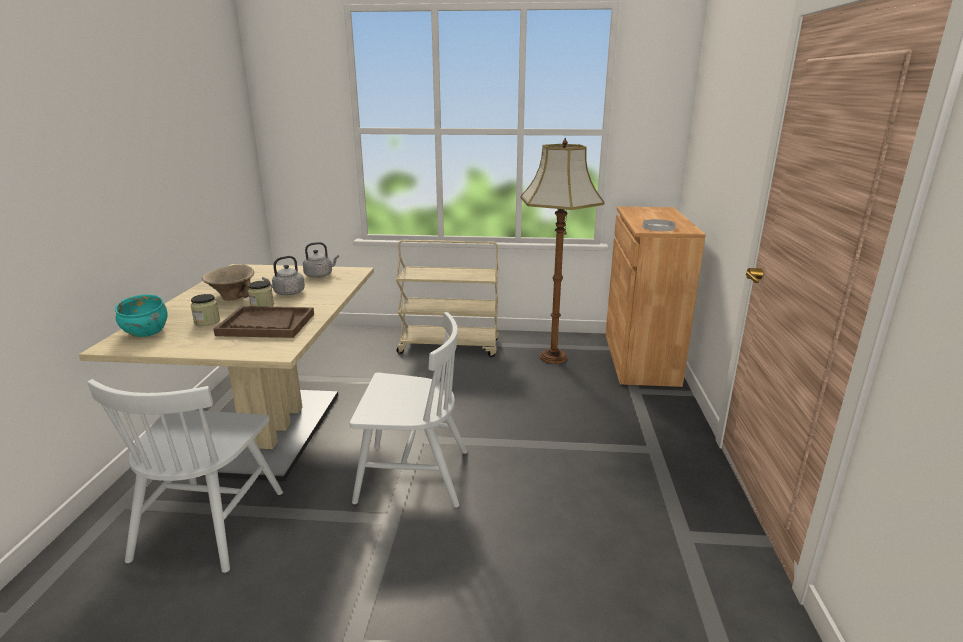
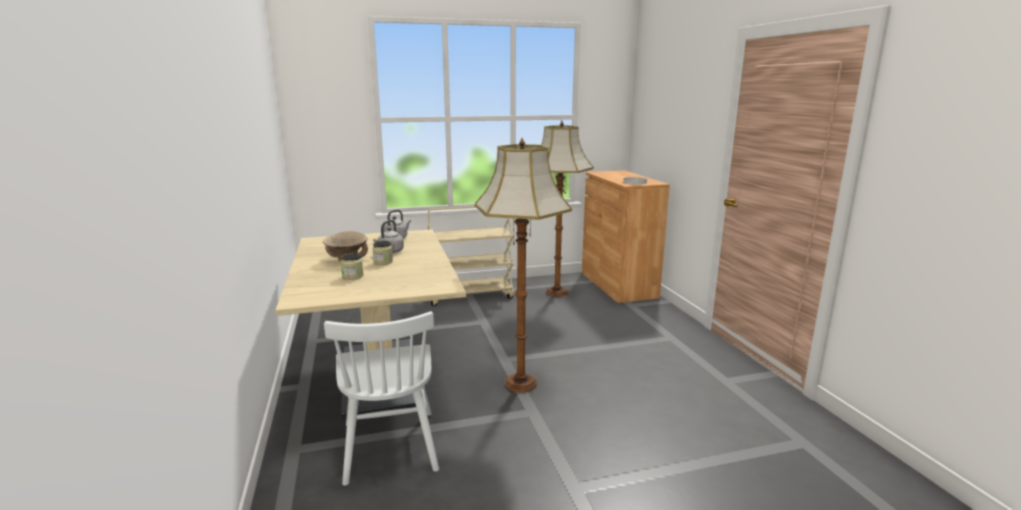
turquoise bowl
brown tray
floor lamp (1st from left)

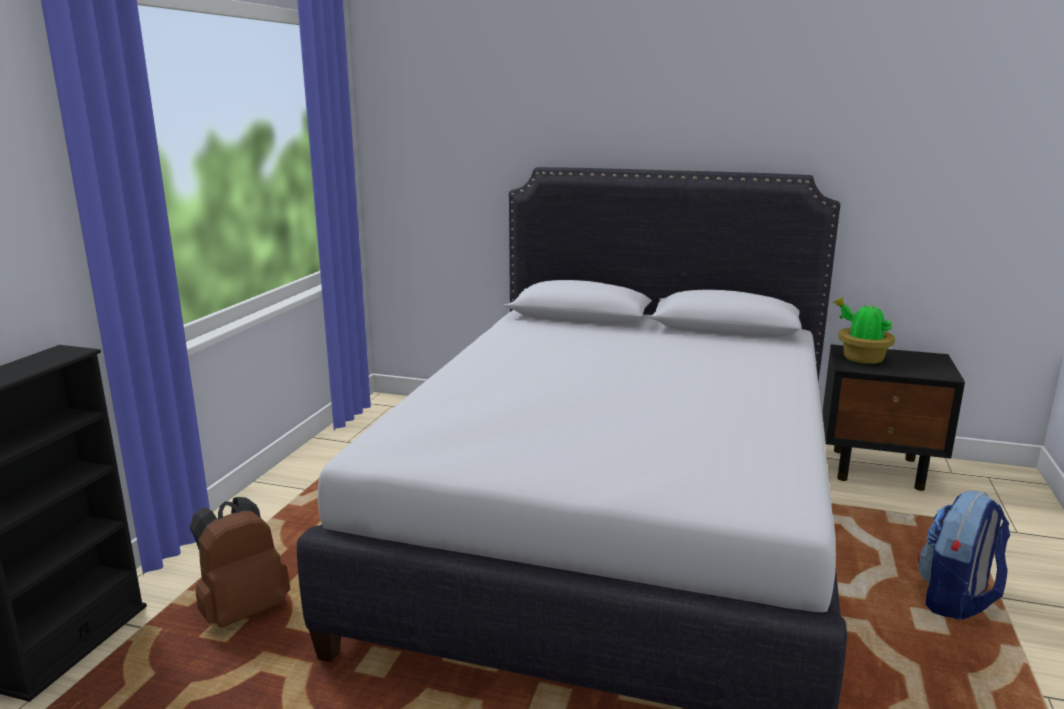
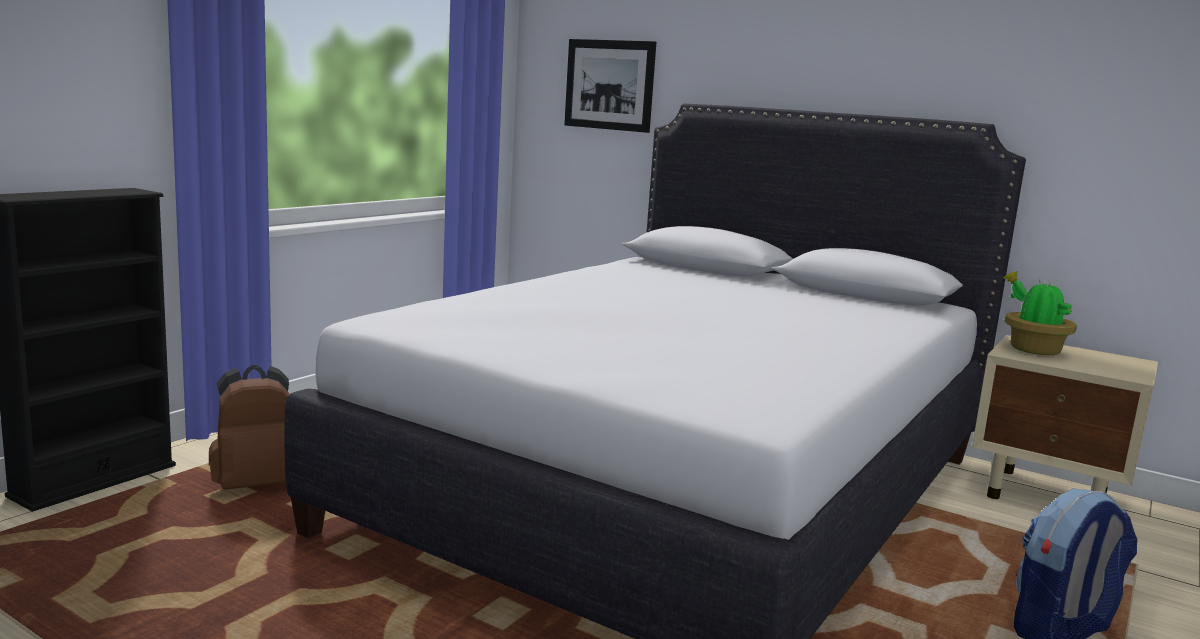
beige nightstand
picture

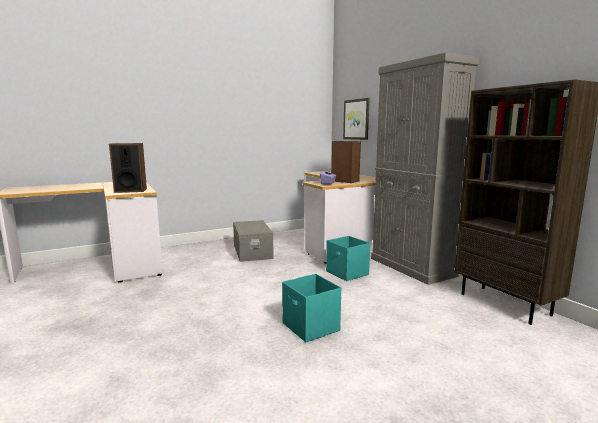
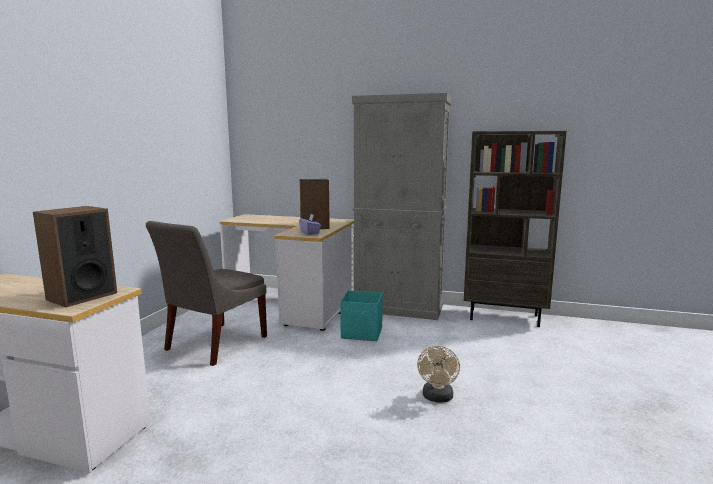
grey chair
beige fan
picture

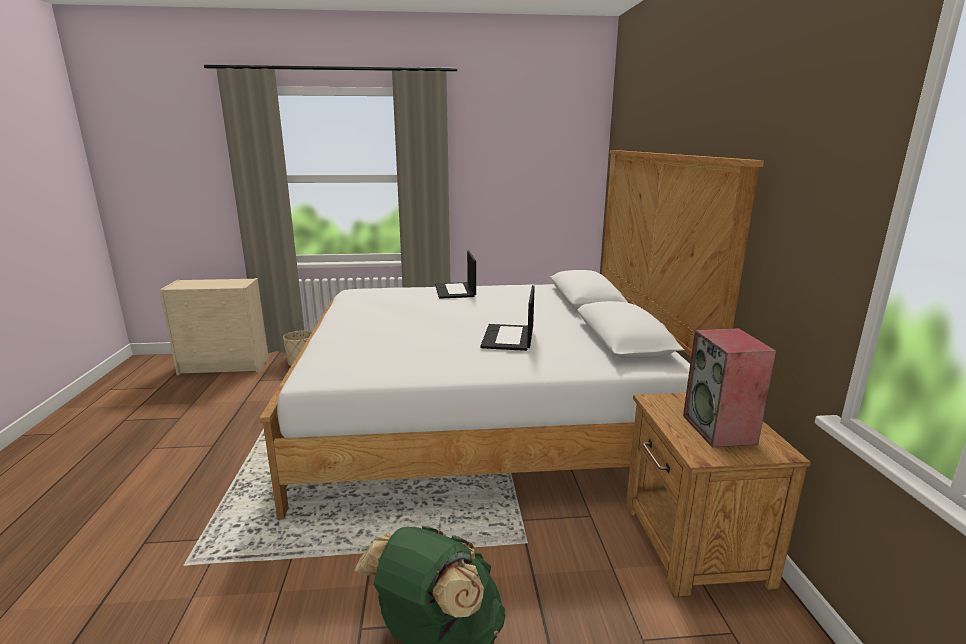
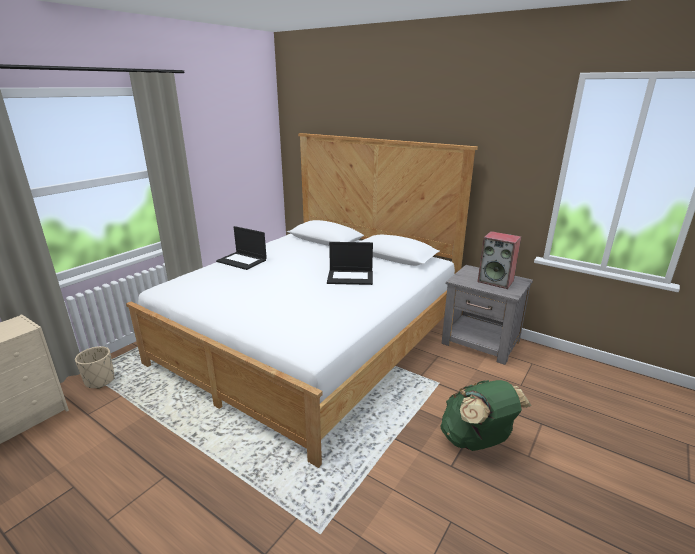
laptop (2nd from left)
grey nightstand

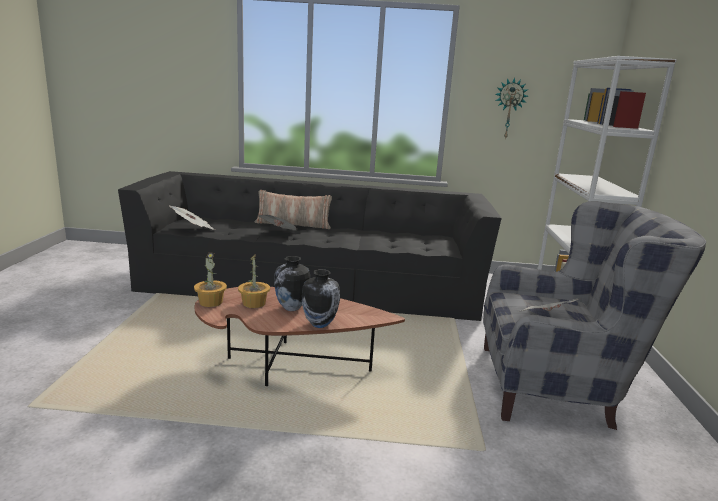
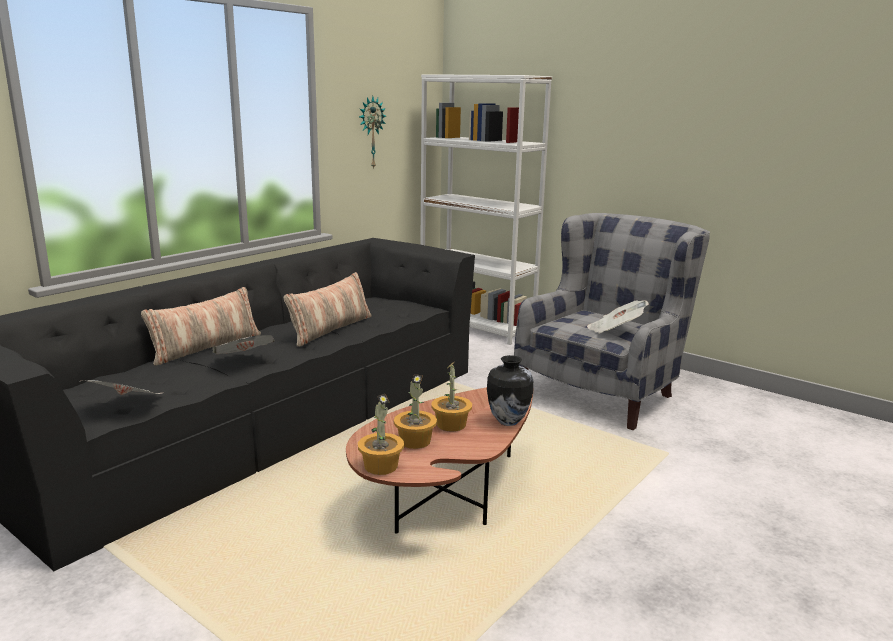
potted plant (3rd from left)
pillow (2nd from left)

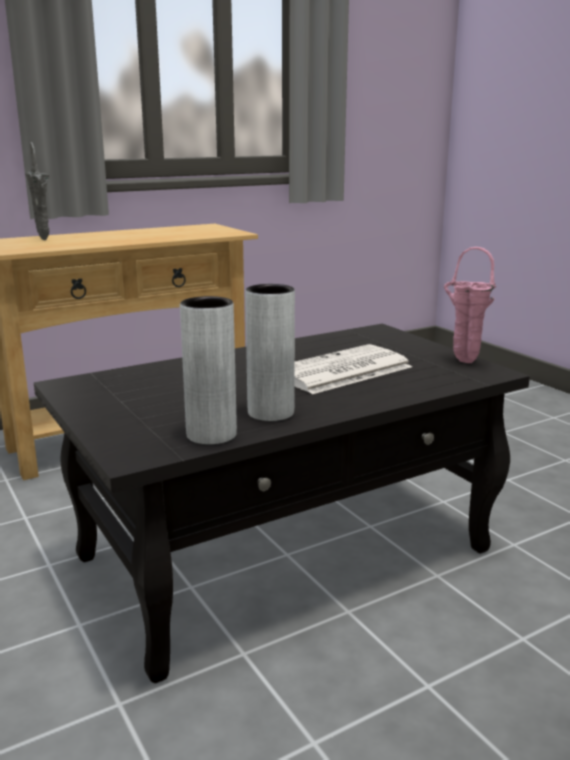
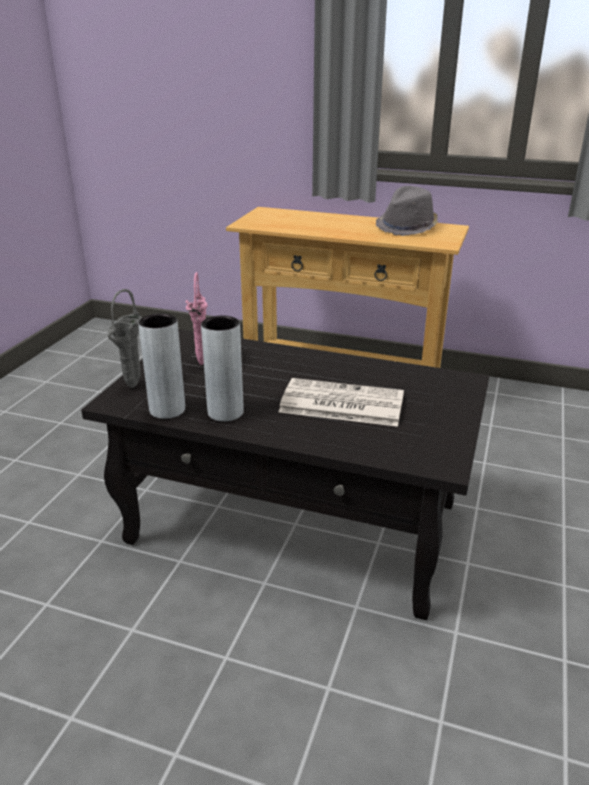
grey vase (1st from left)
pink vase
grey hat

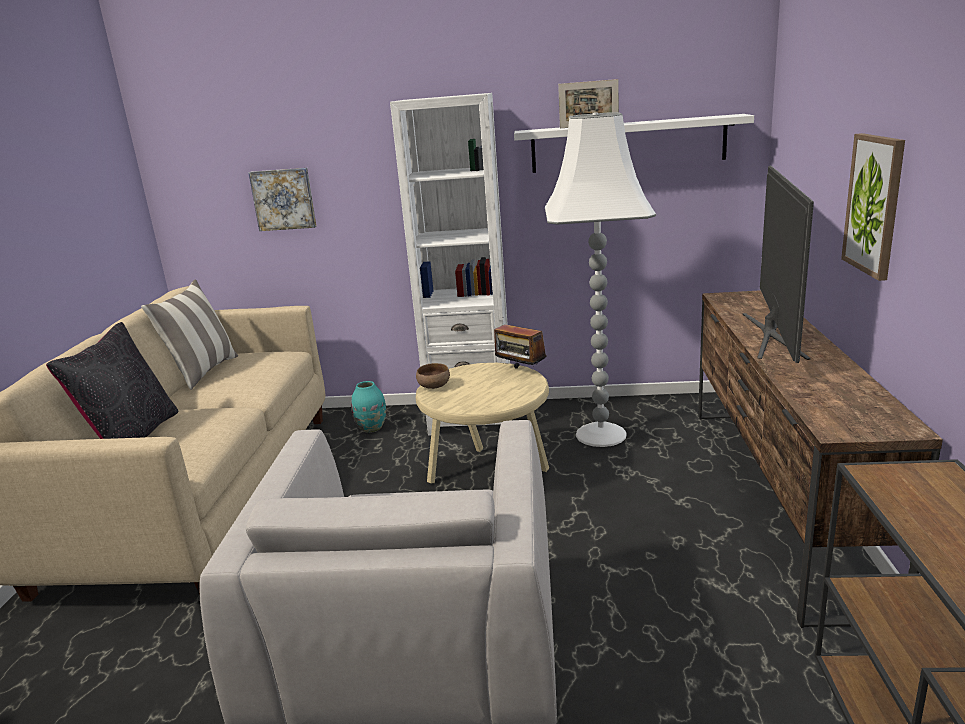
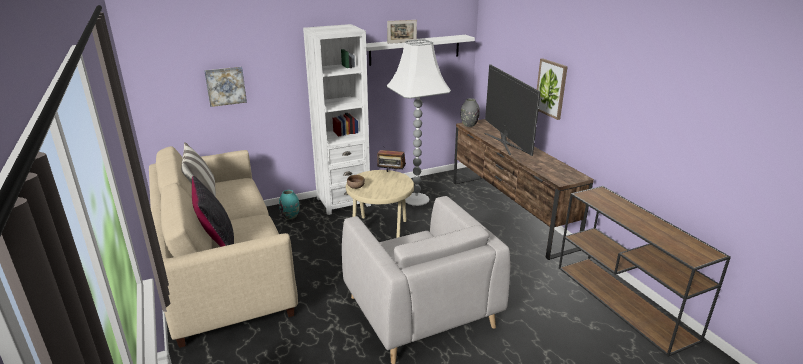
grey vase

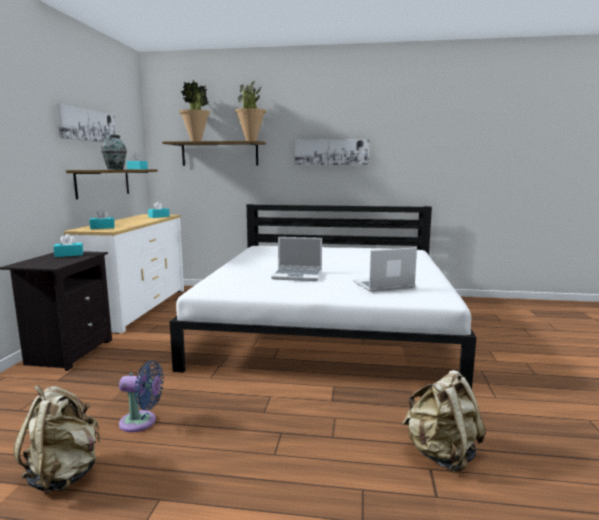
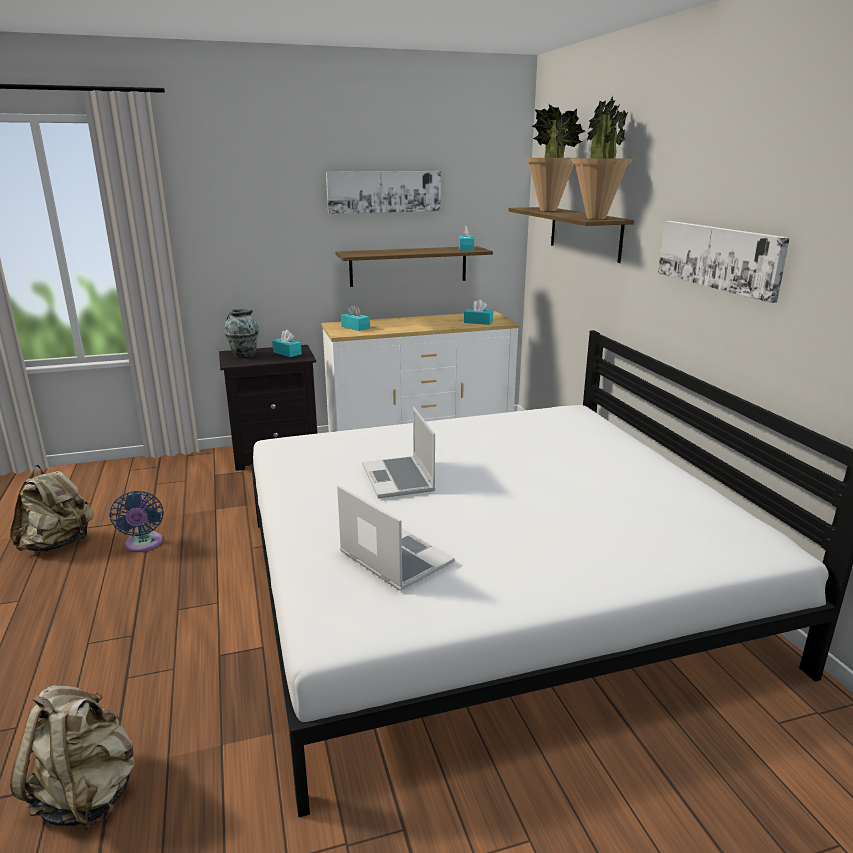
vase

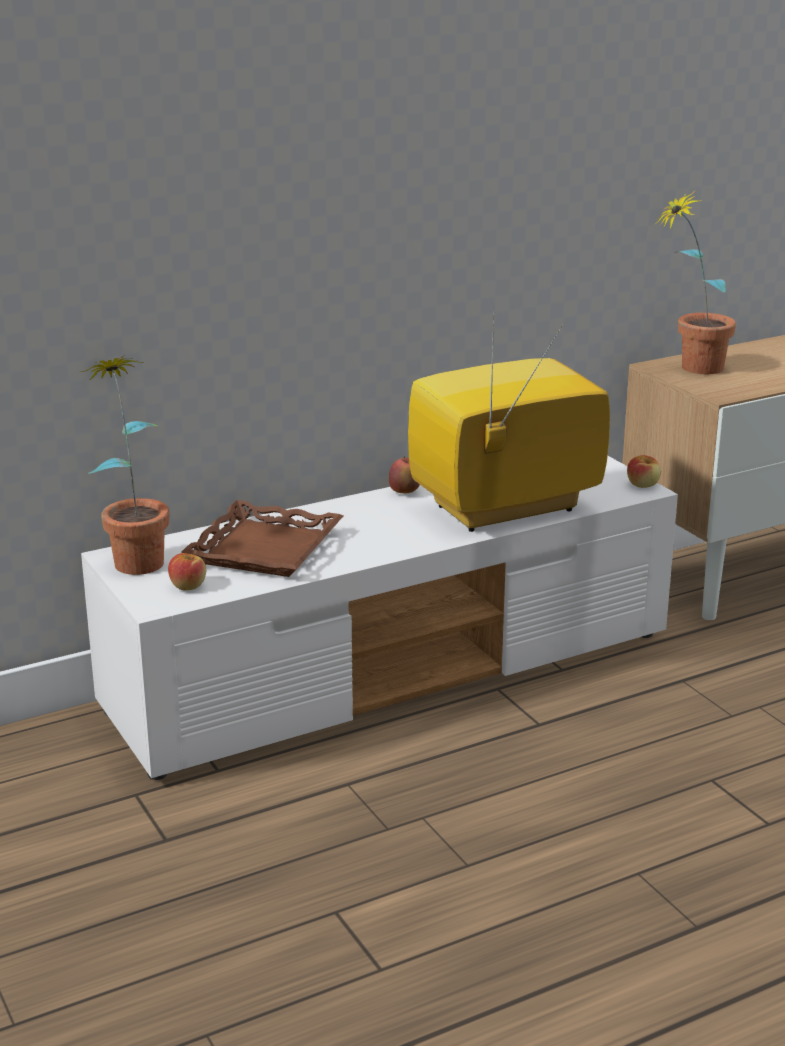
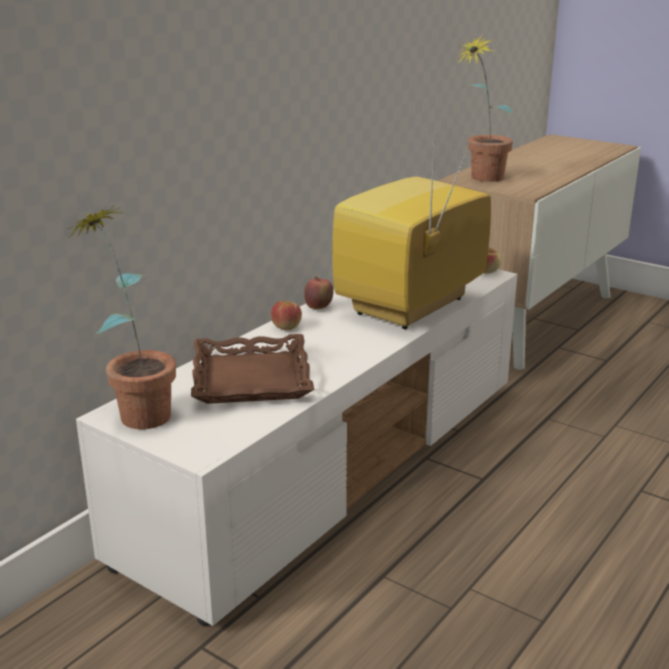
apple (1st from left)

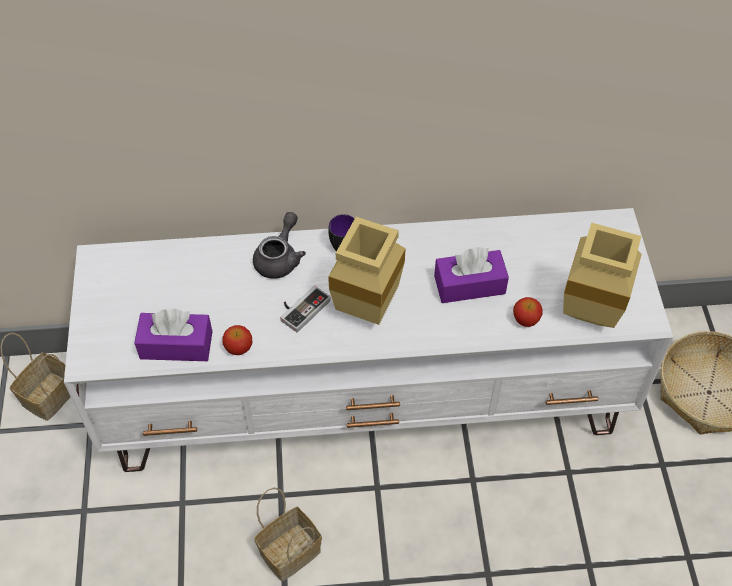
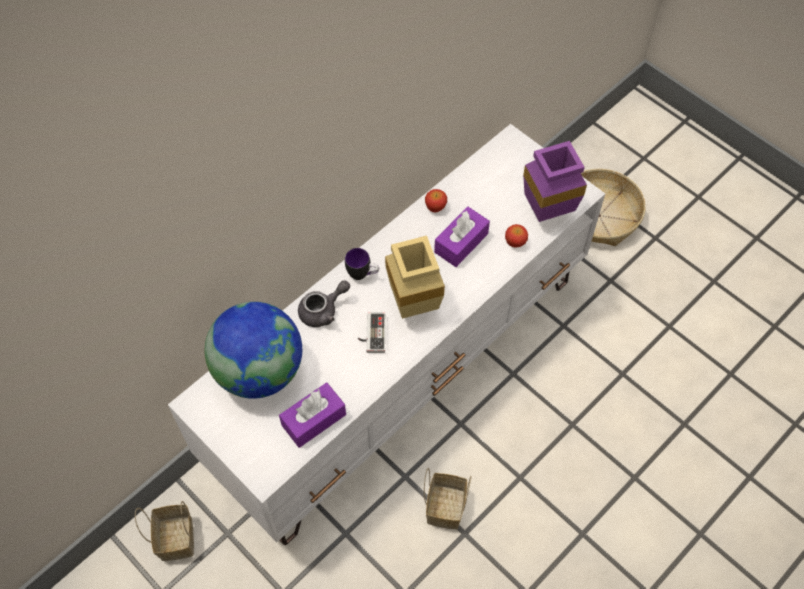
apple (1st from left)
grey teapot
purple vase
globe

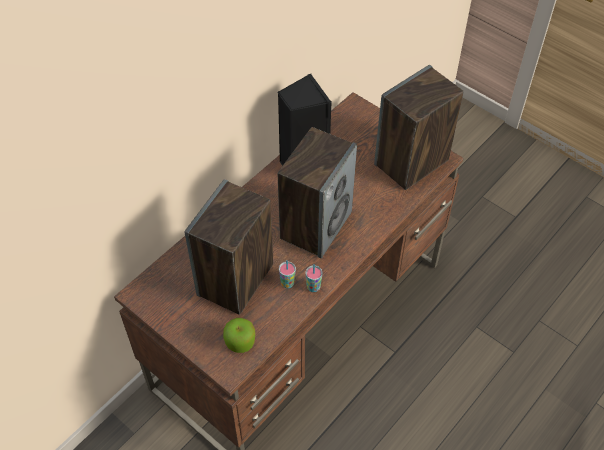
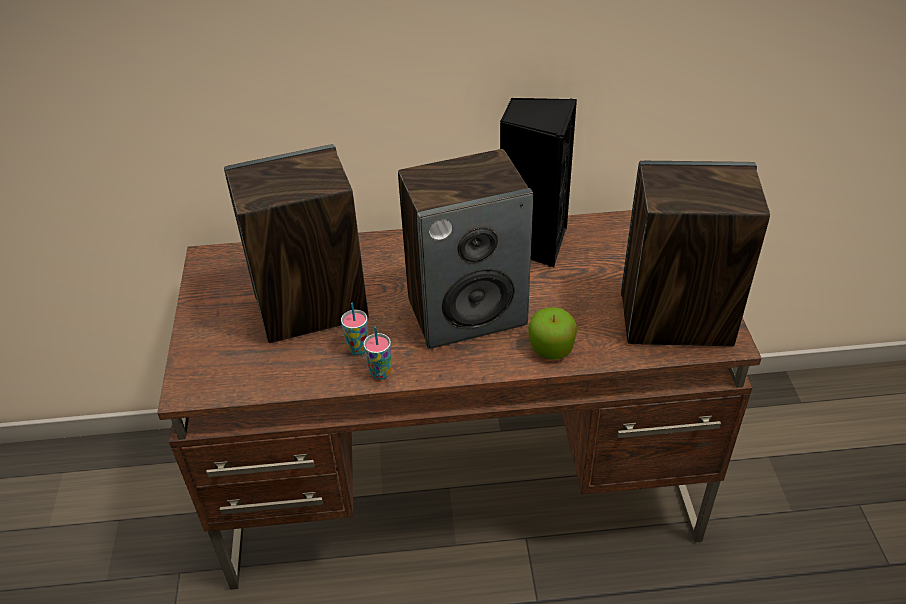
apple

